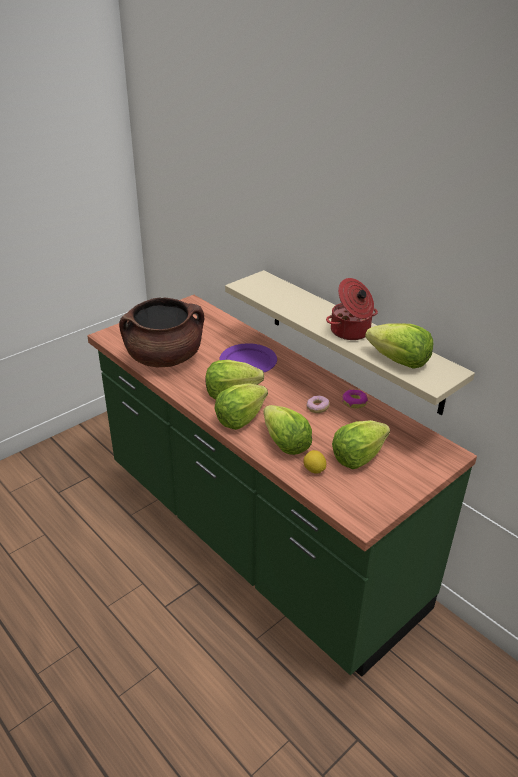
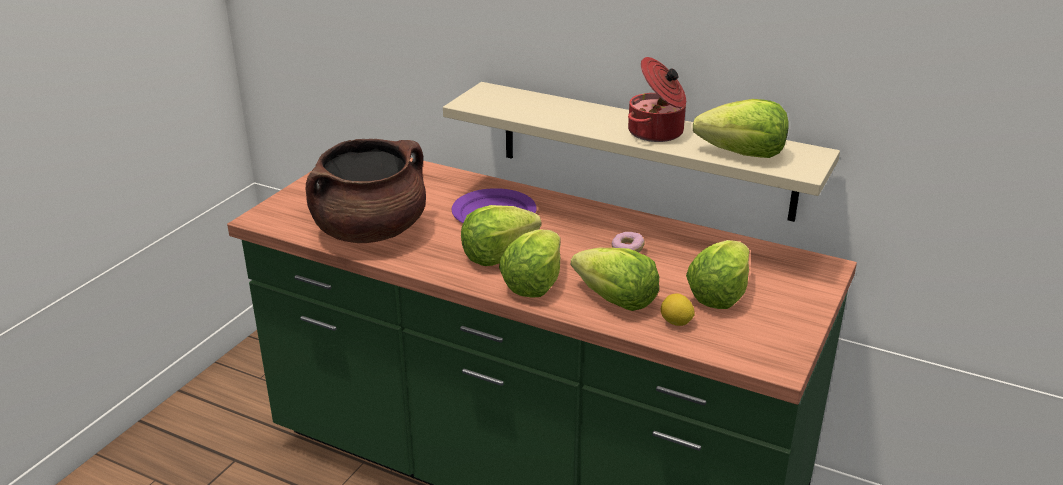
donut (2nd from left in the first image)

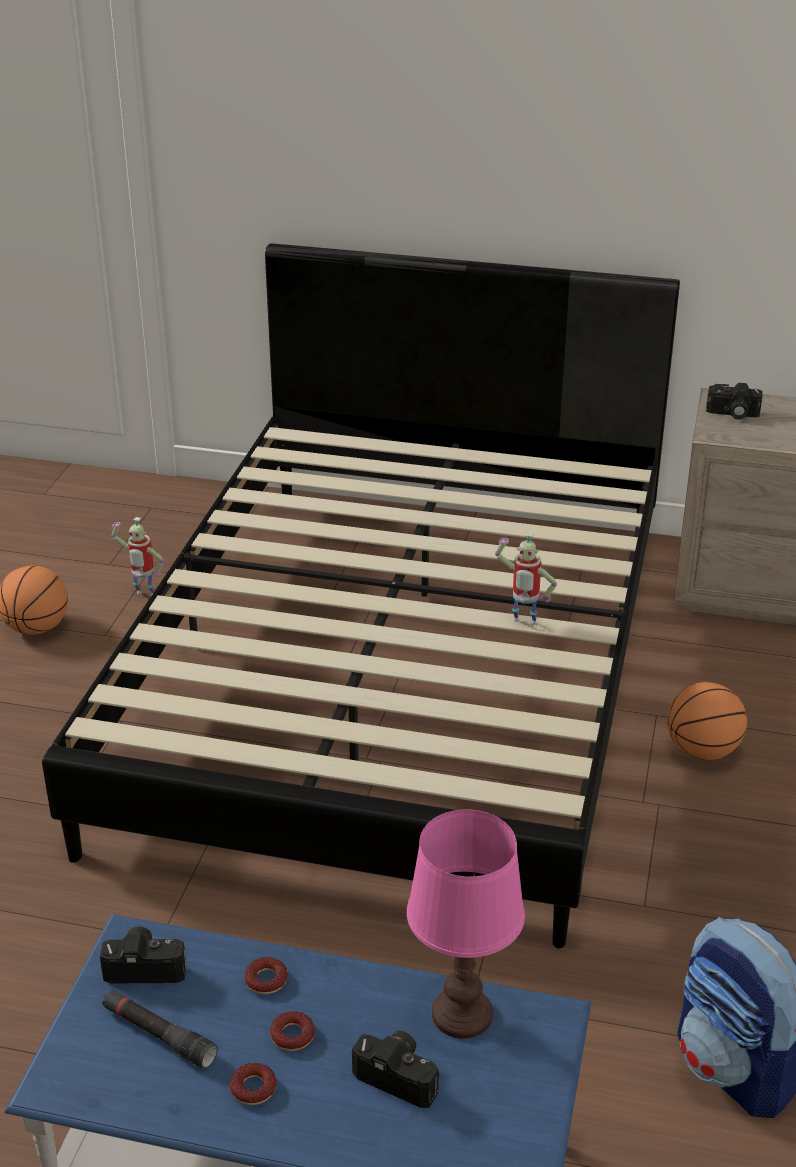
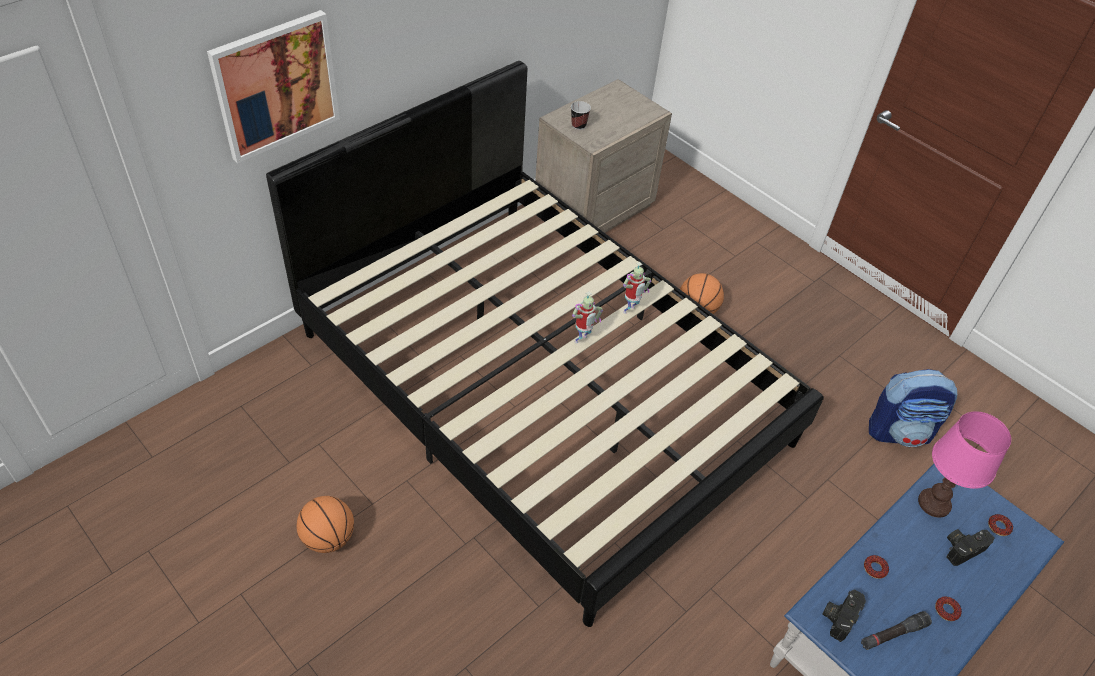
toy robot (1st from left)
donut (3rd from left)
cup
picture

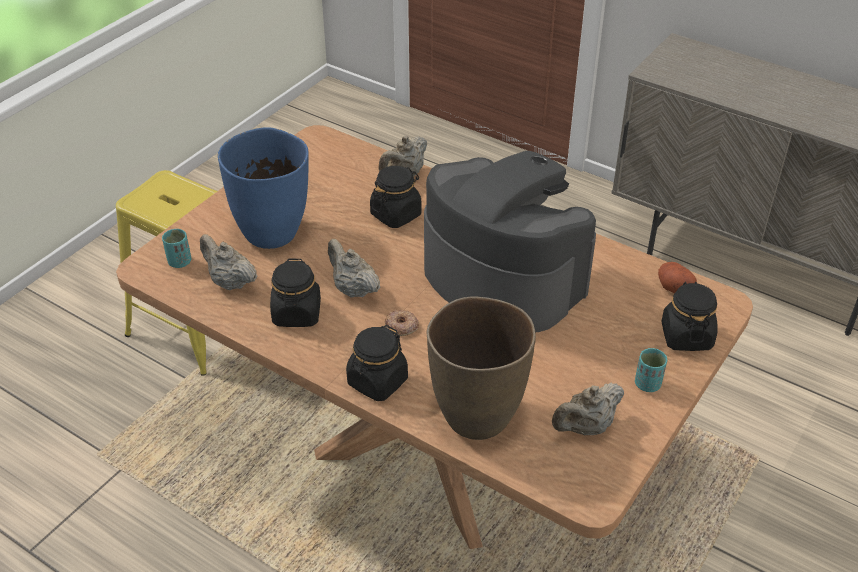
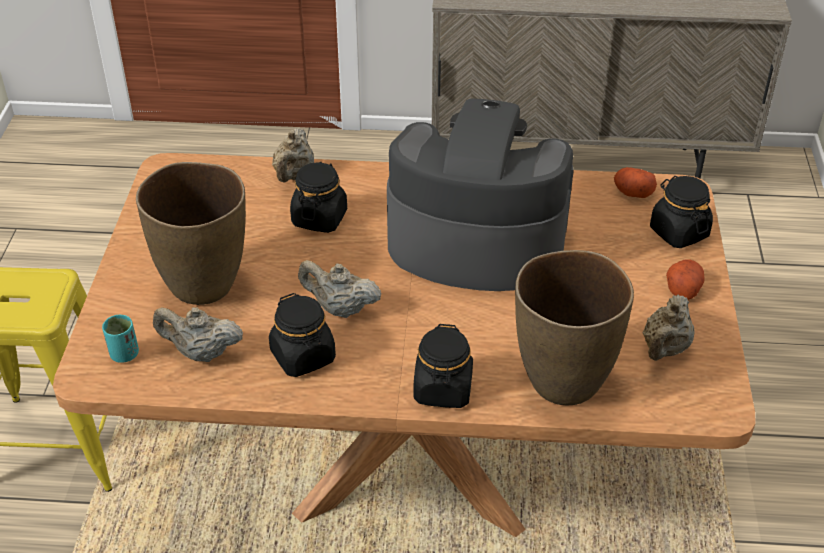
brown vase (1st from left)
donut
potato (2nd from left)

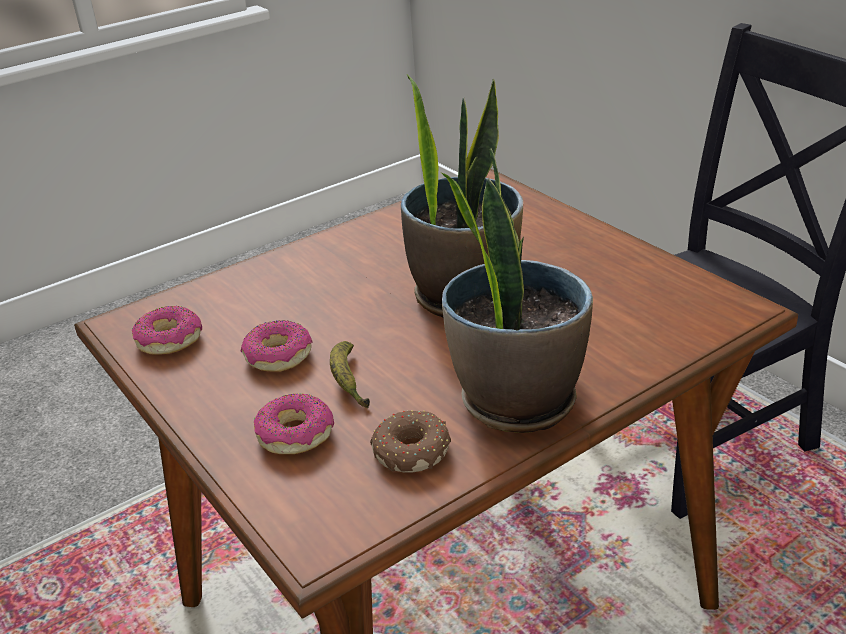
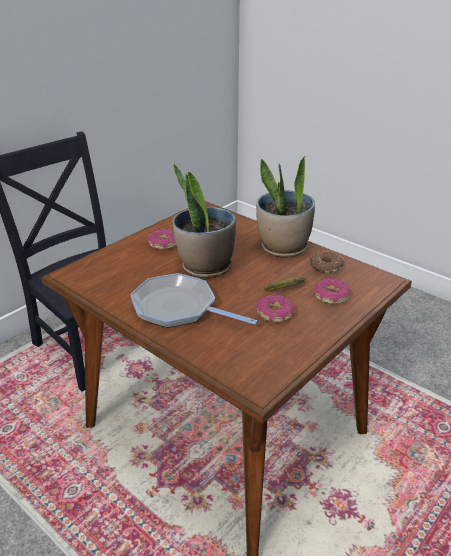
donut (1st from left)
frying pan

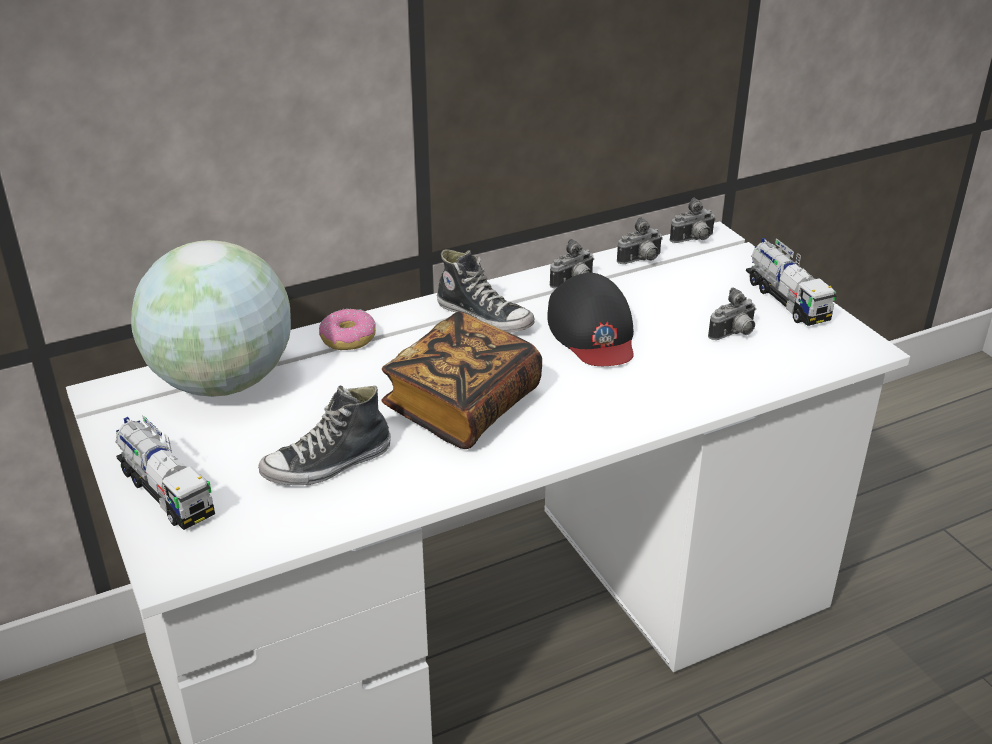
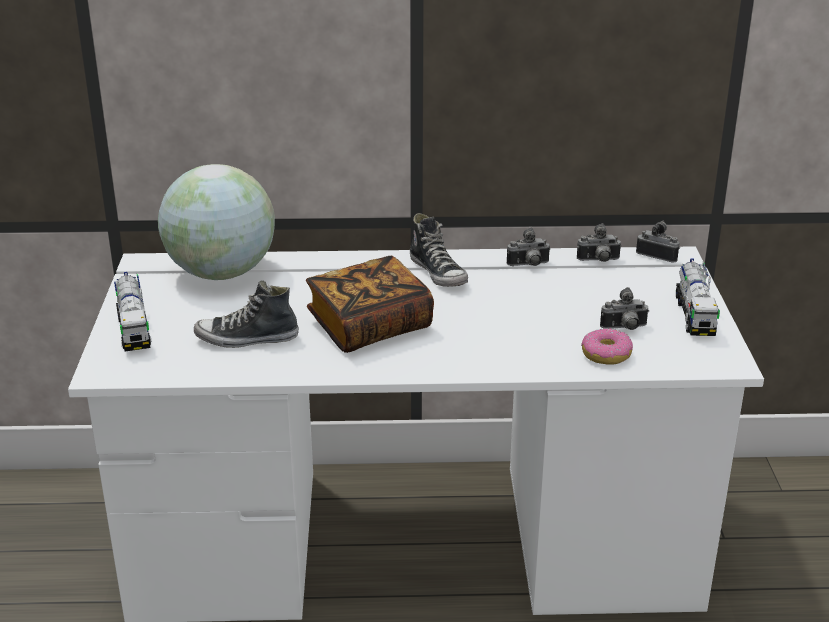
donut
black cap
photo camera (4th from left)

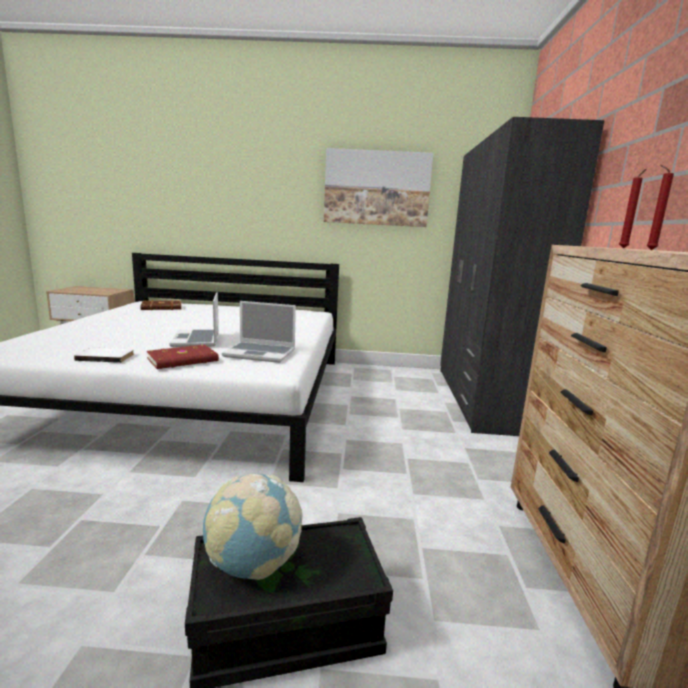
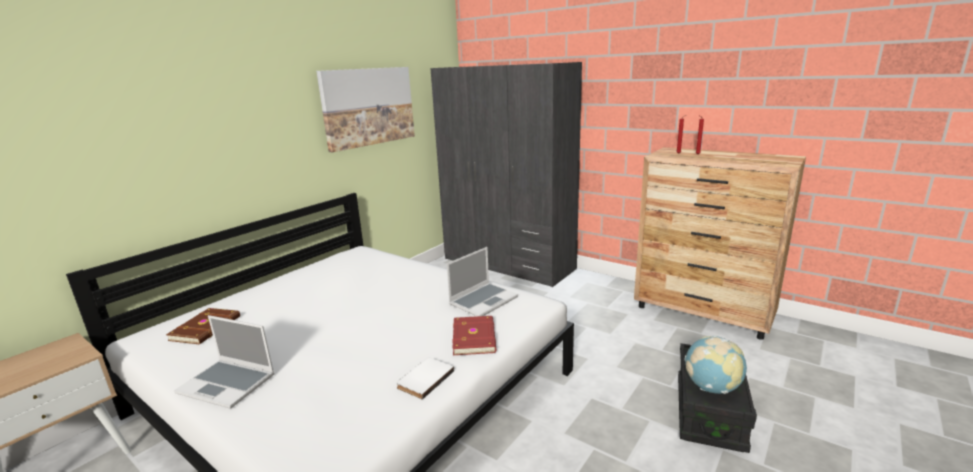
laptop (1st from left)

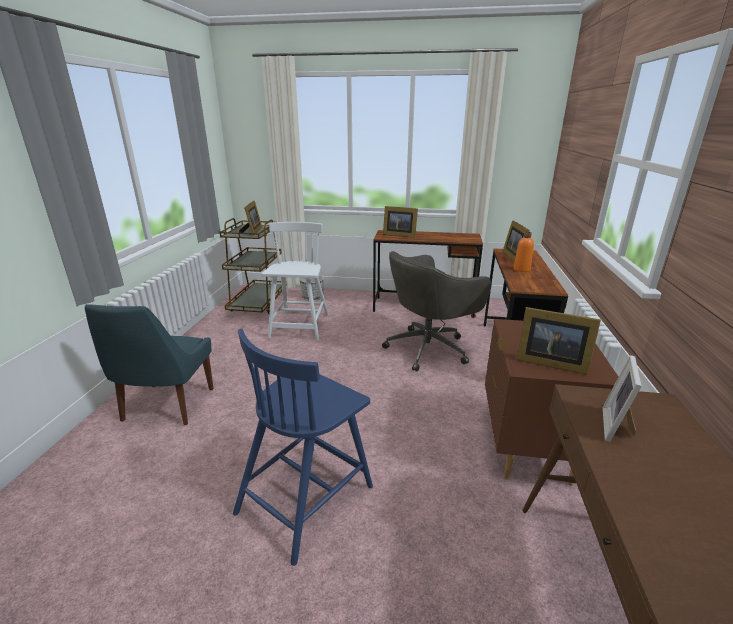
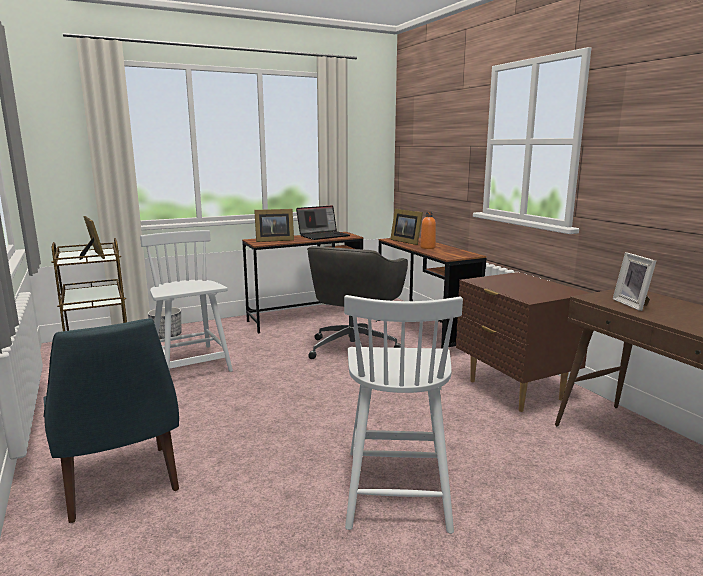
white chair (2nd from left)
picture frame (4th from left in the first image)
laptop

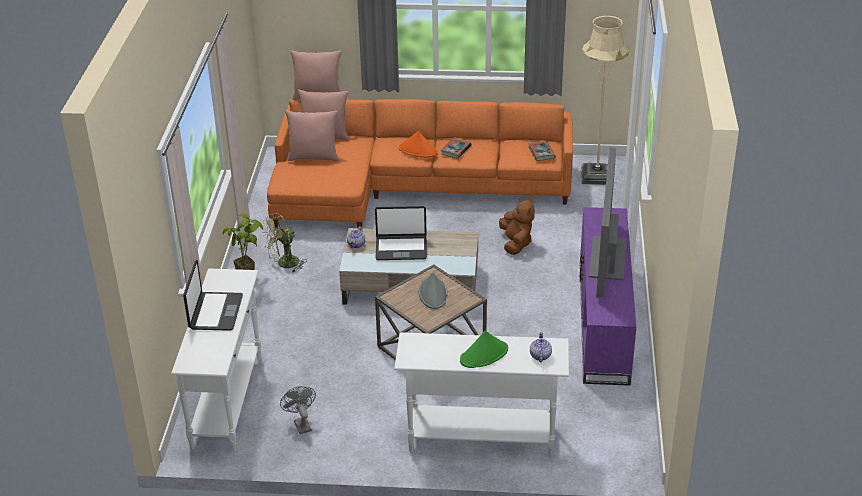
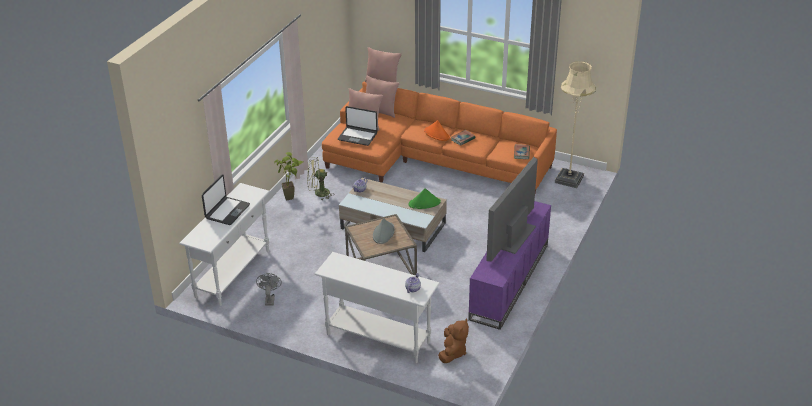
laptop (2nd from left)
green hat
brown plush toy

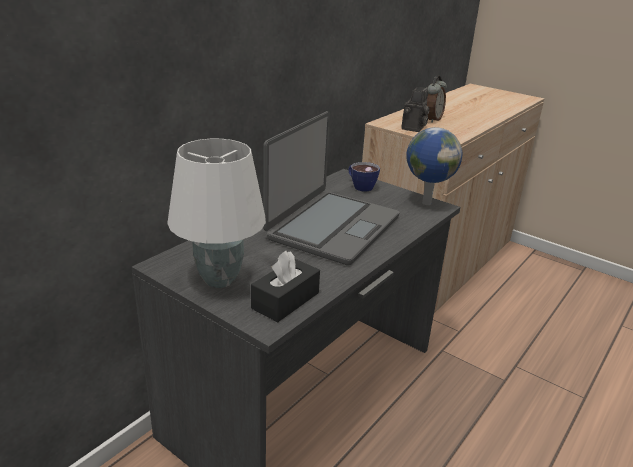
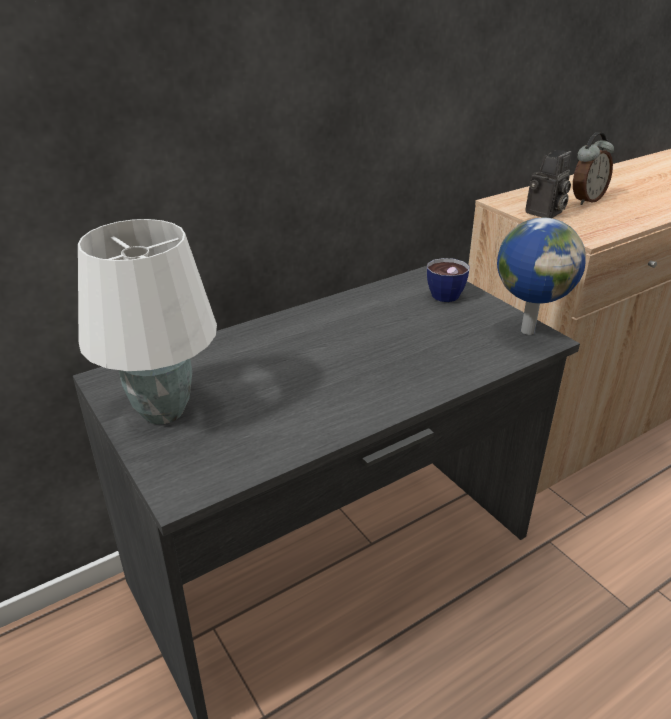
black tissue box
laptop

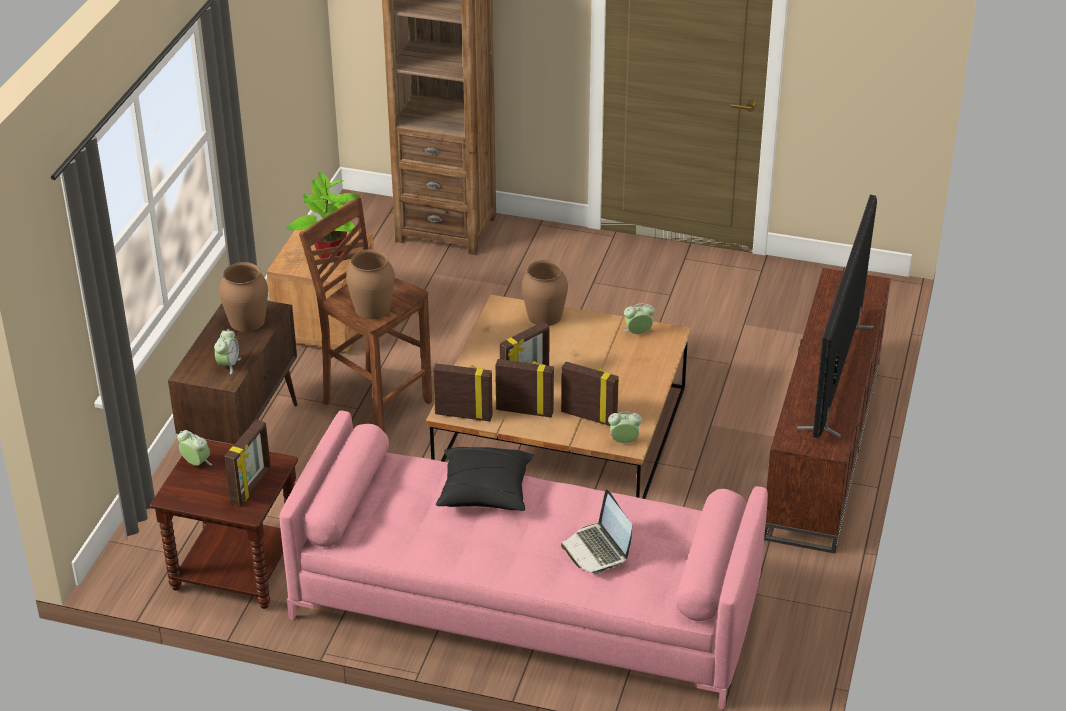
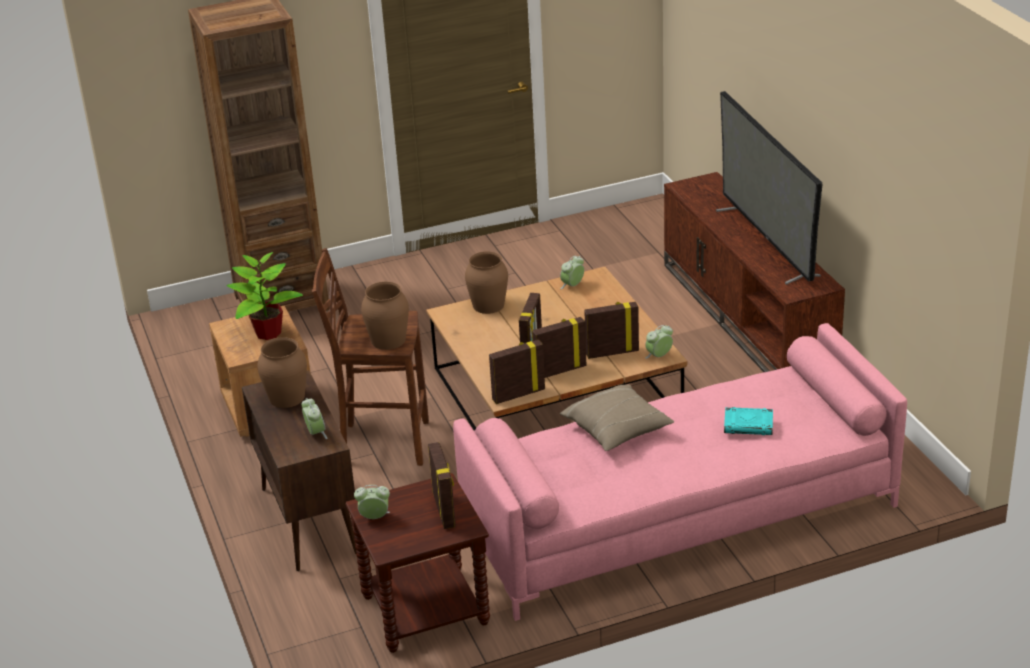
beige pillow
turquoise book

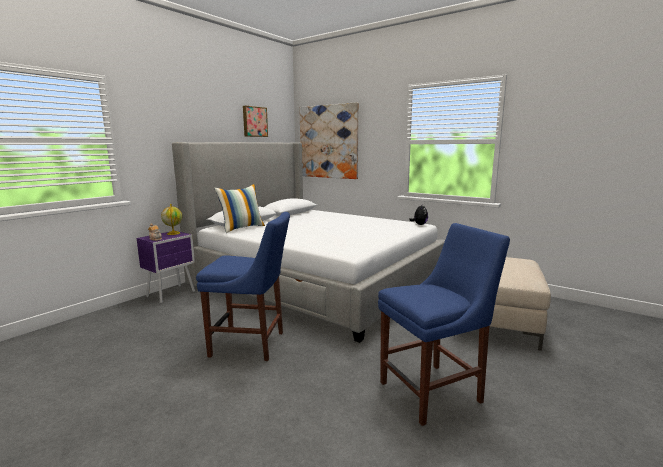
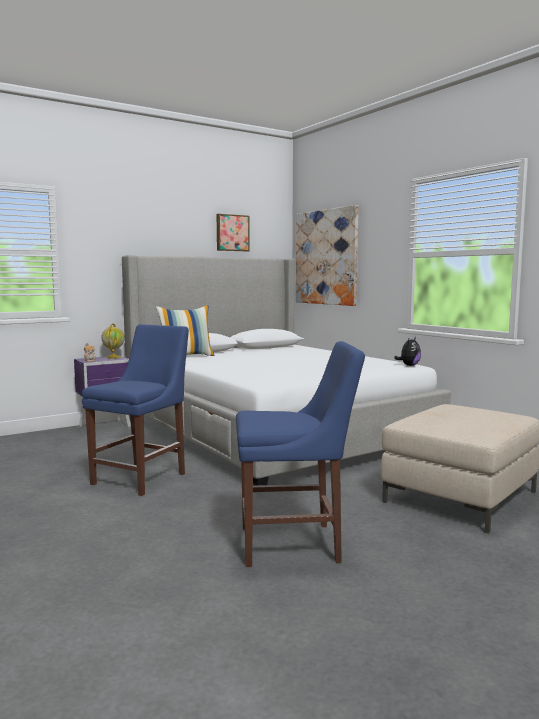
blue chair (1st from left)

